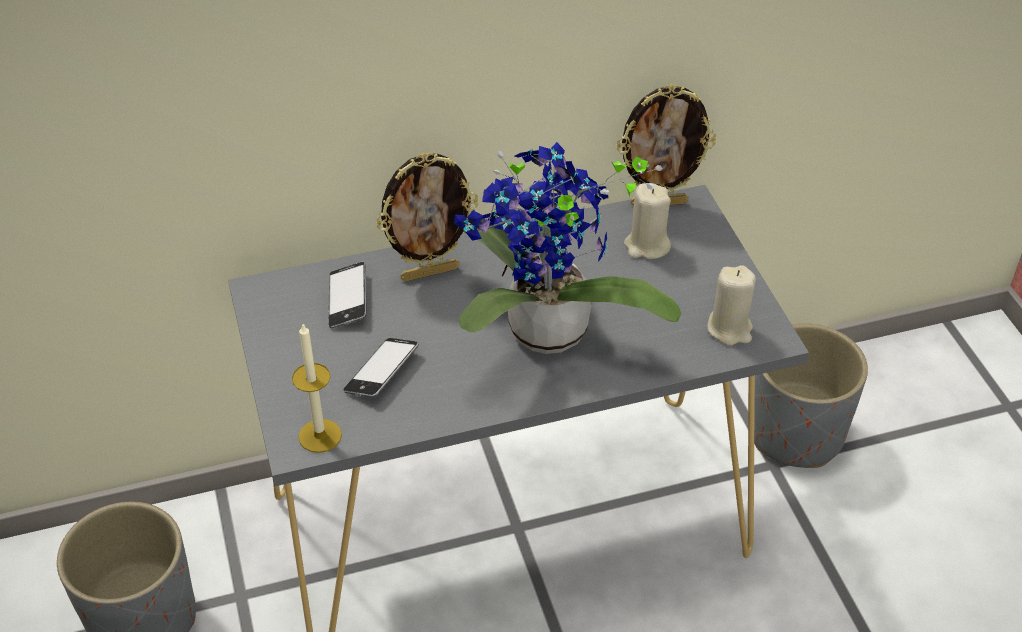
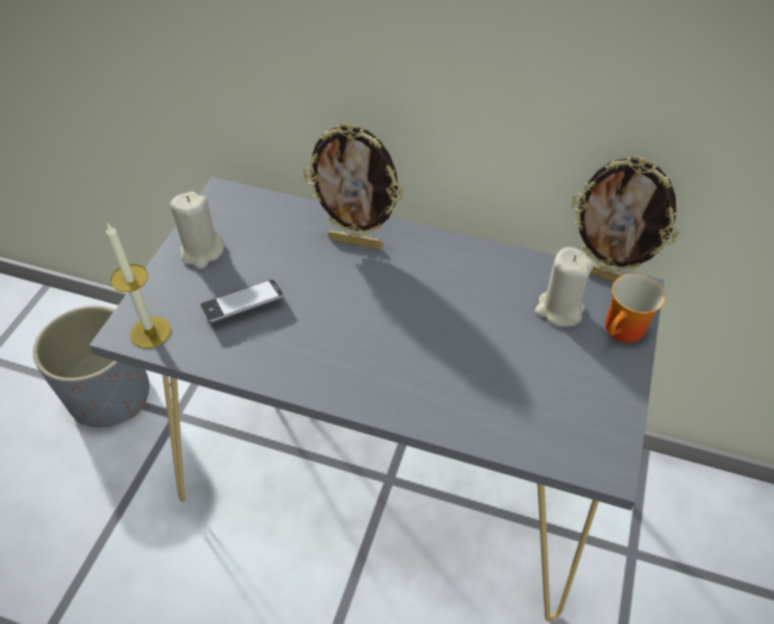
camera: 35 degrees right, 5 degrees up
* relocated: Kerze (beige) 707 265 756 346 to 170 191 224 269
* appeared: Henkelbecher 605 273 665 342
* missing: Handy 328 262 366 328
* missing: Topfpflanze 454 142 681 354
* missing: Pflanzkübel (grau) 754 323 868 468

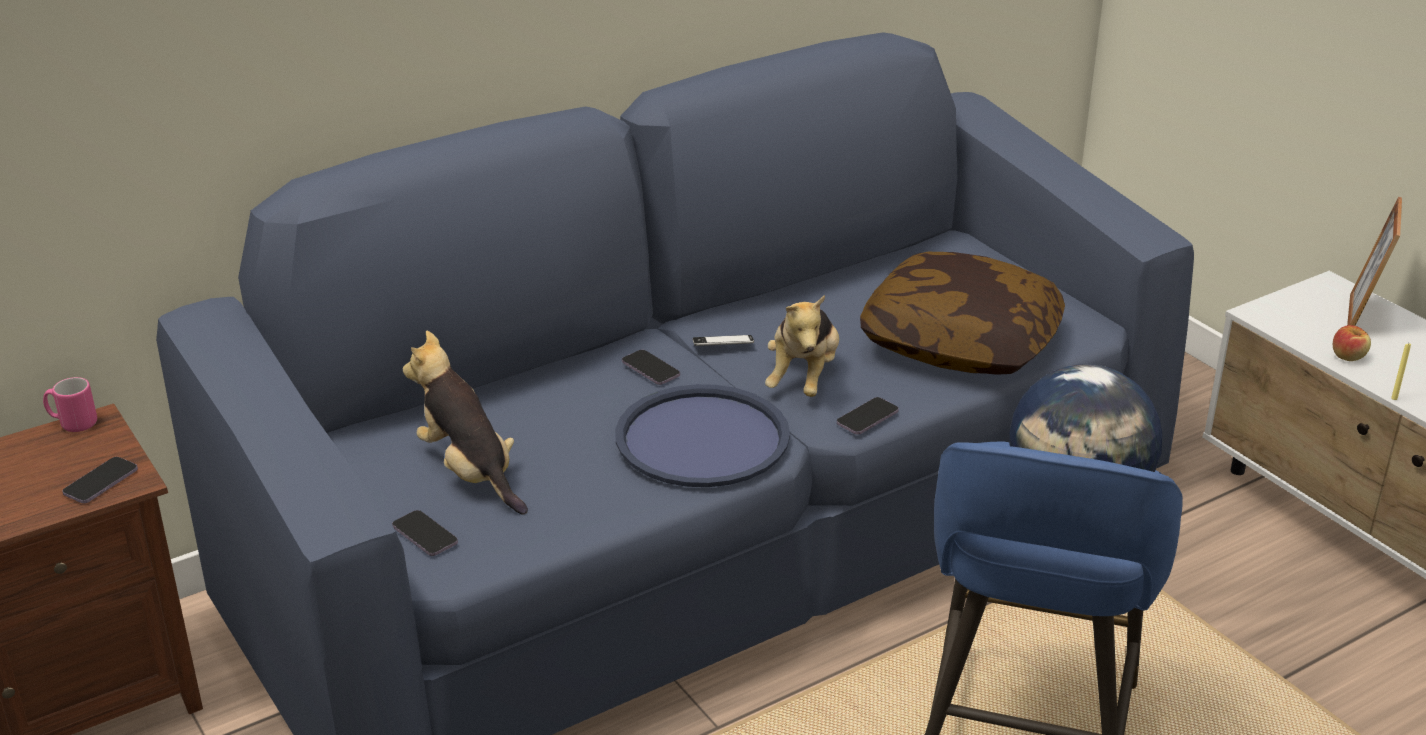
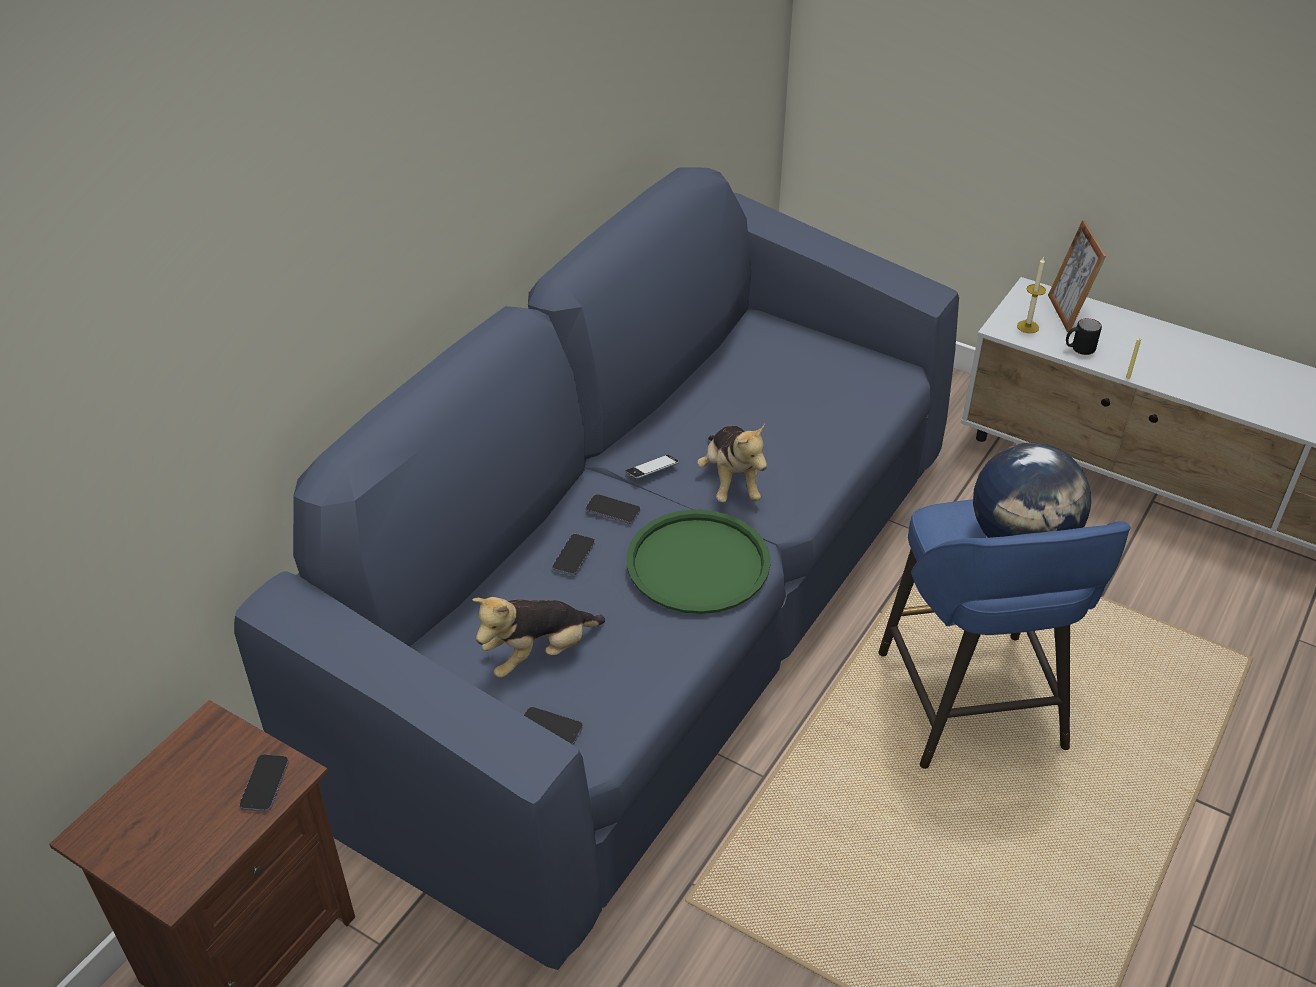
camera: 25 degrees left, 10 degrees up
* spun: Plüschtier 403 331 528 514 = 472 597 605 678 60 degrees counterclockwise
* relocated: Handy 837 397 899 435 to 552 534 595 575
* colour: Tablett (blau) 615 384 790 487 to Tablett (grün) 626 509 771 614
* appeared: Kerze 1017 256 1046 333
* exchanged: Apfel 1333 325 1371 361 to Henkelbecher (schwarz) 1066 318 1102 355
* missing: Henkelbecher (rosa) 43 377 97 432
* missing: Kissen 860 252 1065 375

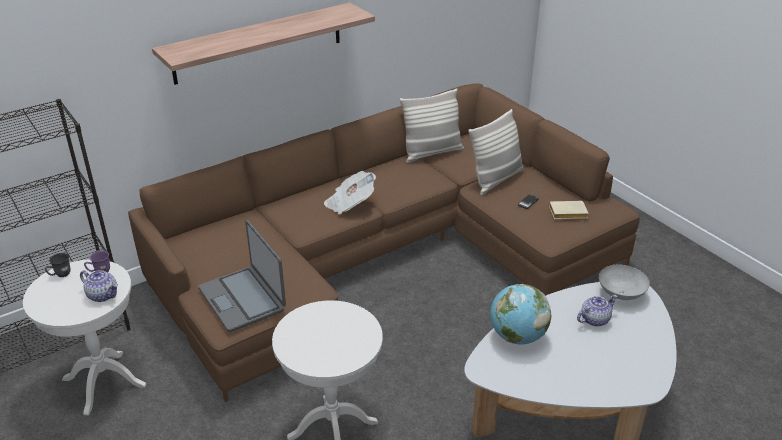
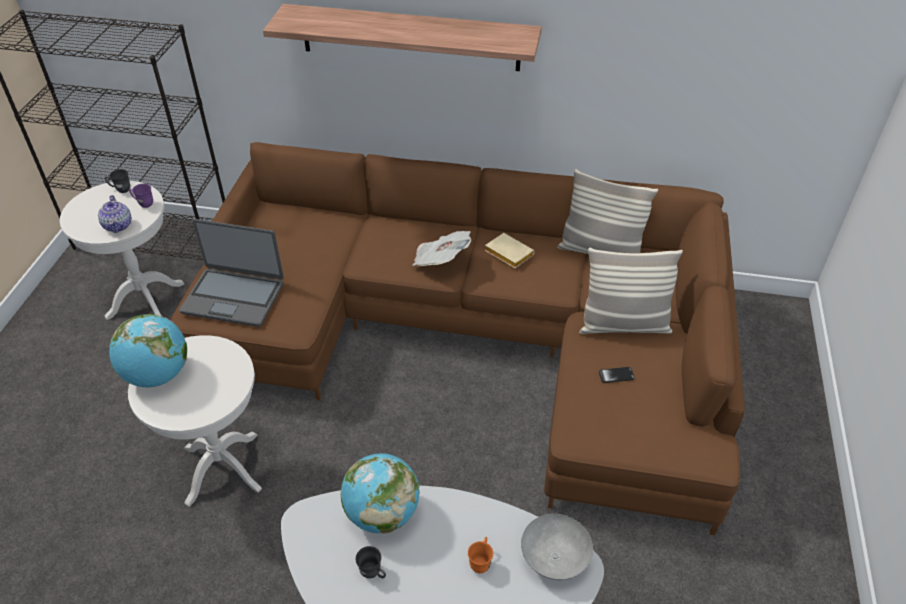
camera: 45 degrees right, 10 degrees up
* appeared: Globus 109 314 187 387
* spun: Laptop 198 220 286 332 = 179 219 284 327 90 degrees counterclockwise
* appeared: Henkelbecher (grau) 356 546 386 578
* exchanged: Teekanne 577 295 617 326 to Henkelbecher (orange) 468 537 493 573
* relocated: Buch (beige) 549 201 589 219 to 485 233 535 268

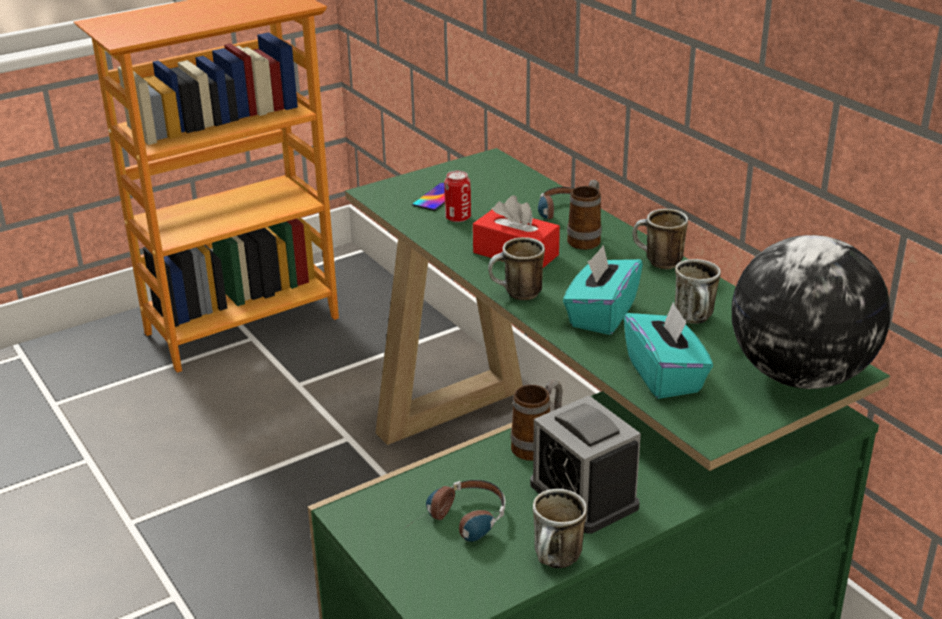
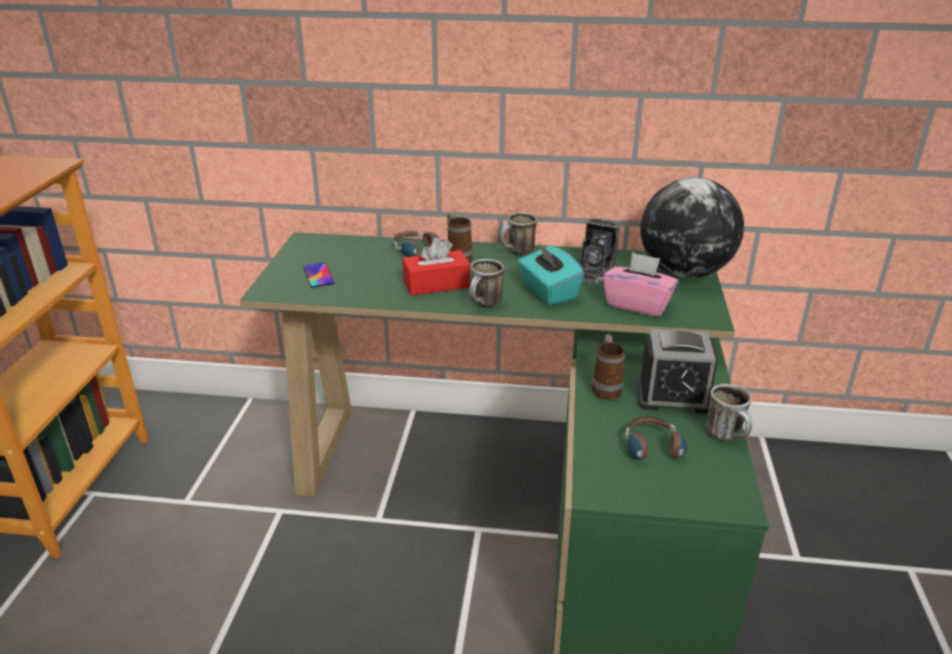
camera: 50 degrees left, 0 degrees up
* exchanged: Henkelbecher 675 259 721 324 to Kamera 580 218 621 285
* colour: Taschentuchbox (türkis) 624 301 713 399 to Taschentuchbox (rosa) 603 252 678 317
* missing: Dose 444 170 471 222

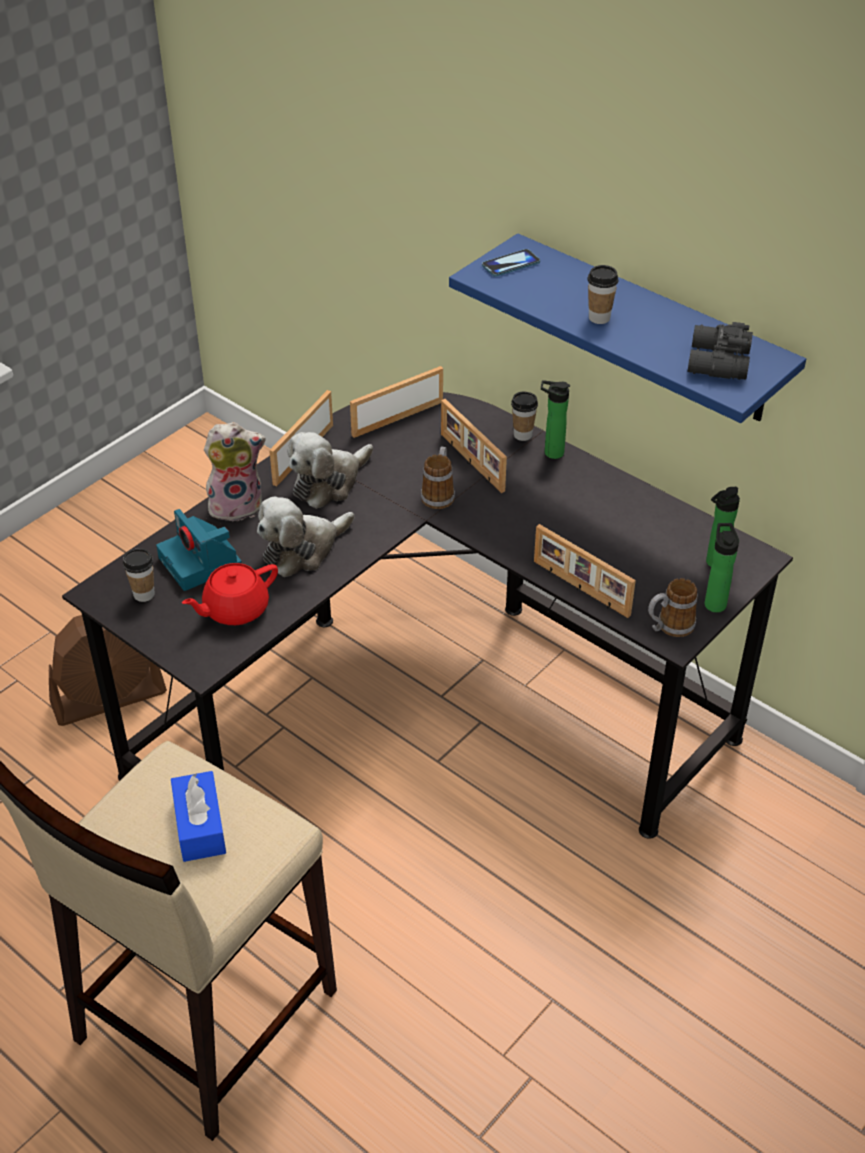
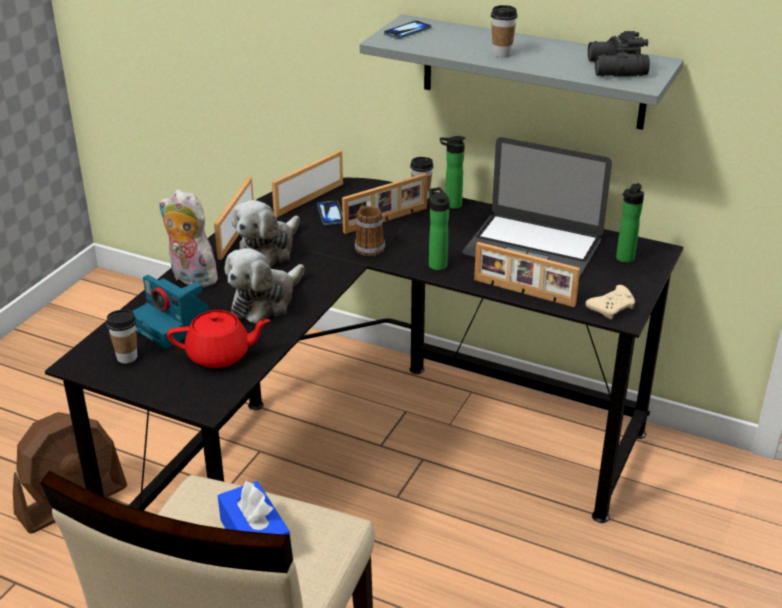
camera: 15 degrees left, 10 degrees down
* spun: Plüschtier 204 422 266 522 = 159 189 220 287 120 degrees counterclockwise
* spun: Teekanne (rot) 182 563 278 625 = 167 310 270 368 135 degrees counterclockwise
* appeared: Handy 317 201 343 225
* spun: Bilderrahmen 441 399 507 493 = 342 173 428 234 75 degrees counterclockwise
* colour: Wandregal (blau) 449 233 806 423 to Wandregal (grau) 360 14 683 130
* relocated: Flasche 705 523 739 613 to 429 187 450 270
* appeared: Laptop 462 137 612 277
* exchanged: Henkelbecher 648 578 697 637 to Gamepad (beige) 585 285 635 319

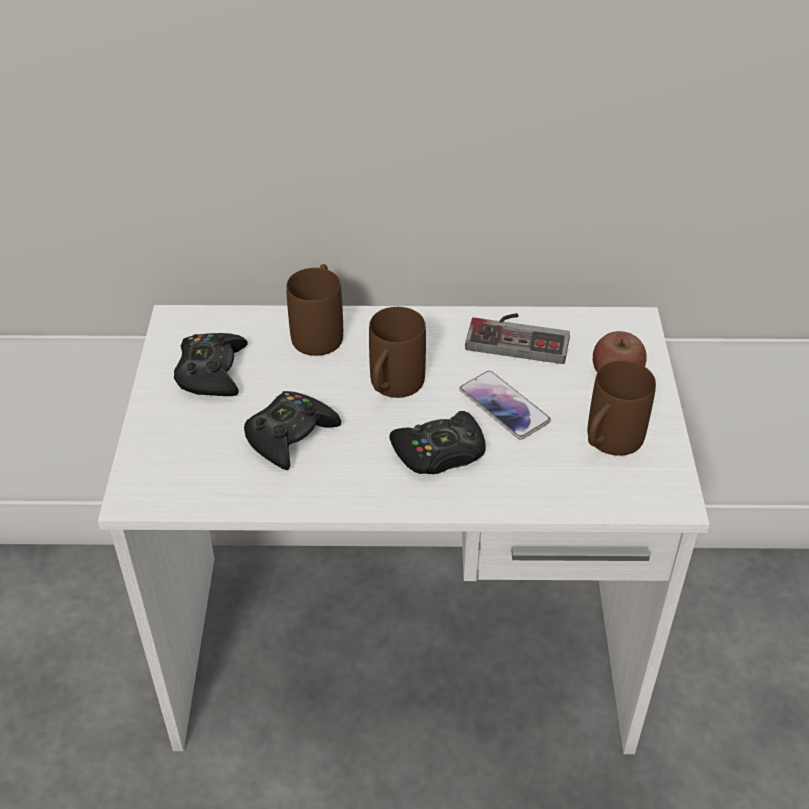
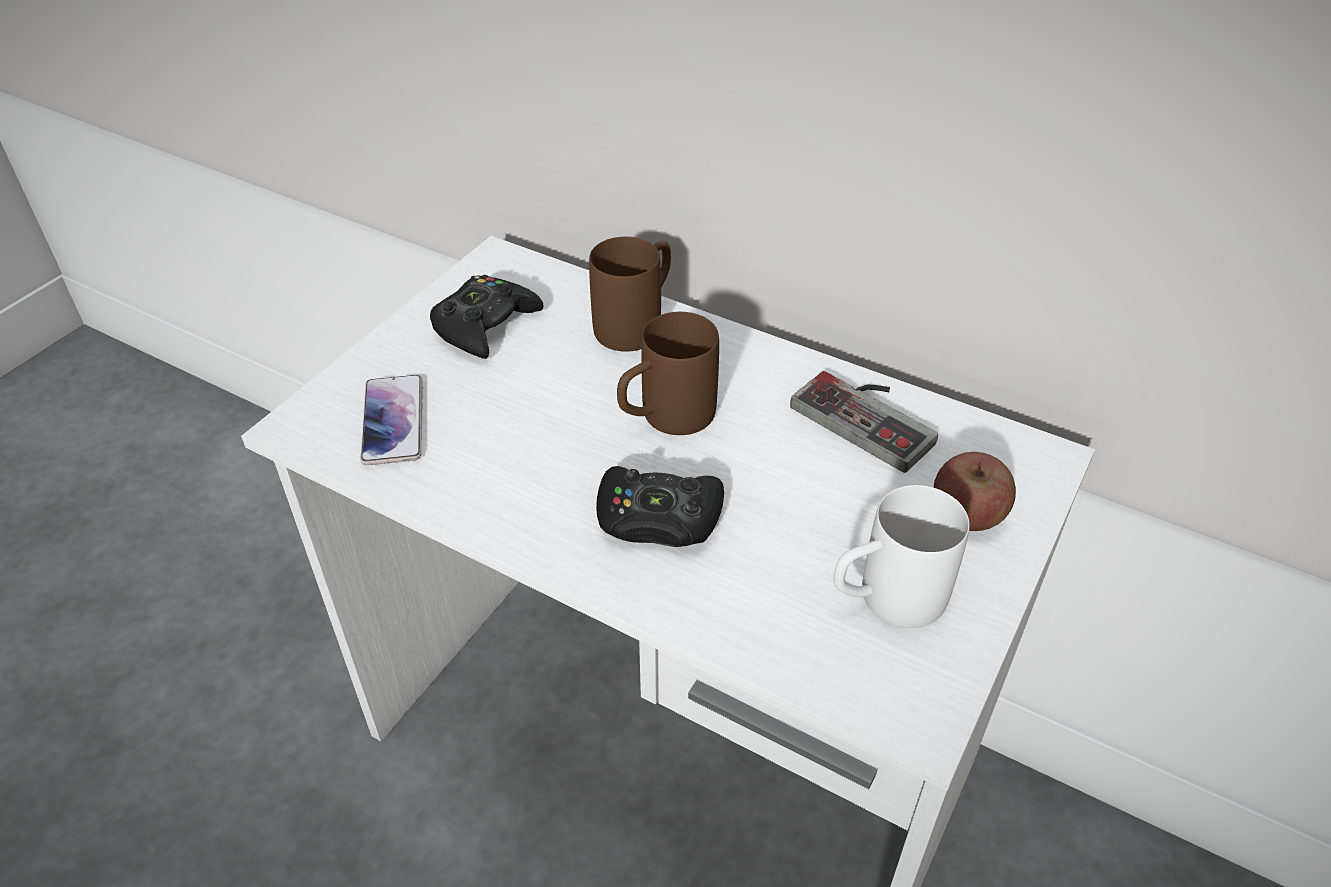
camera: 30 degrees right, 0 degrees up
* relocated: Handy 459 371 551 440 to 360 375 423 465
* colour: Henkelbecher (braun) 588 360 656 456 to Henkelbecher (weiß) 834 485 970 628
* missing: Gamepad (schwarz) 244 391 341 470

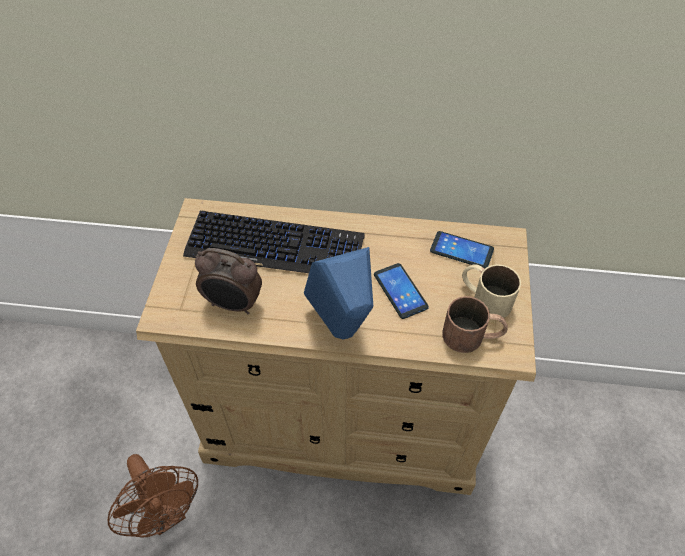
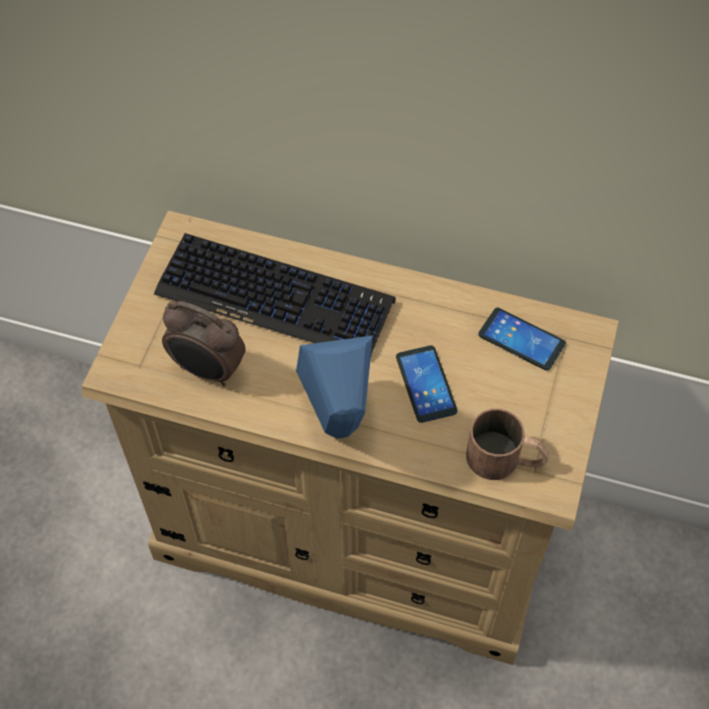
camera: 10 degrees right, 5 degrees up
* missing: Ventilator (braun) 108 454 198 537
* missing: Henkelbecher (beige) 462 264 521 318

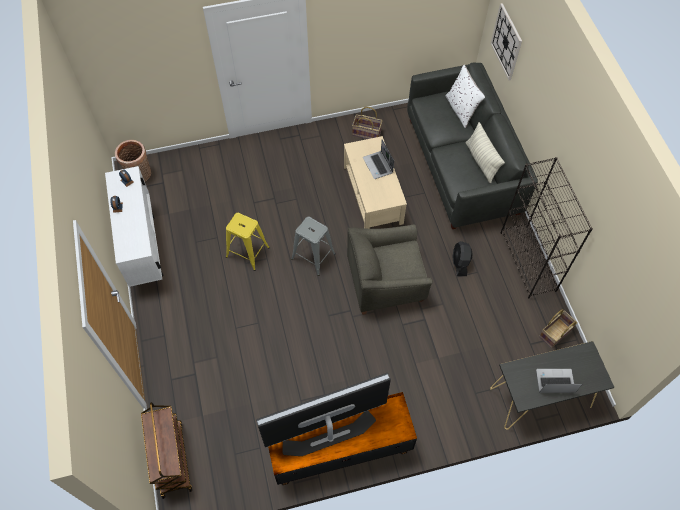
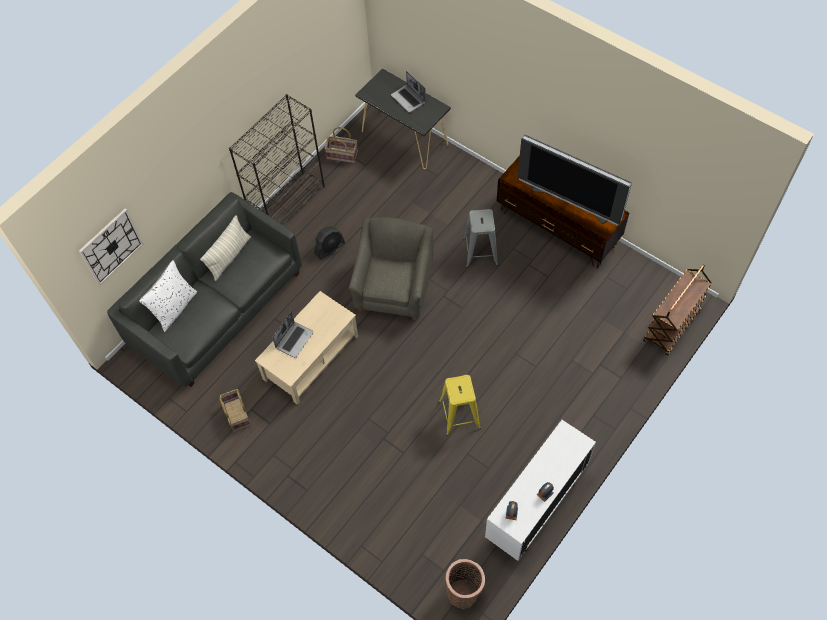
camera: 125 degrees left, 0 degrees up
* spun: Sessel (grau) 347 224 432 315 = 349 217 433 320 120 degrees counterclockwise
* relocated: Hocker (grau) 291 217 336 276 to 463 209 498 268

